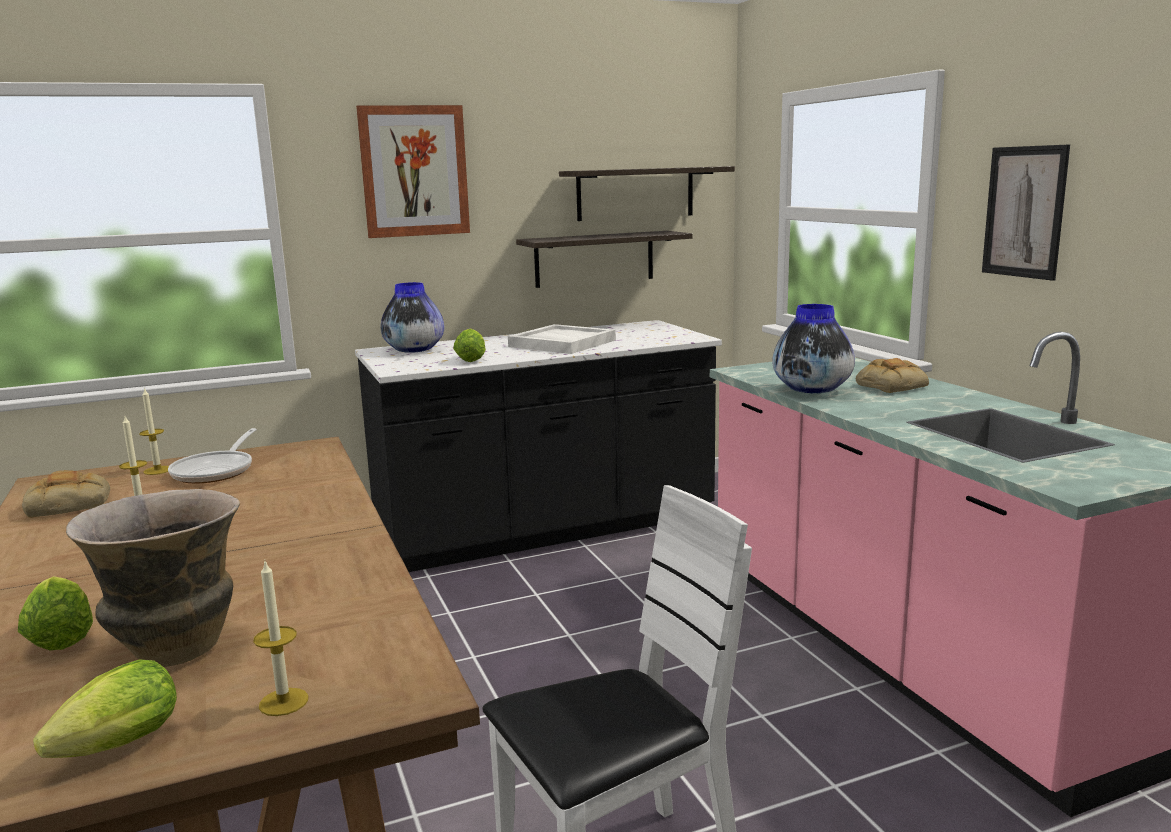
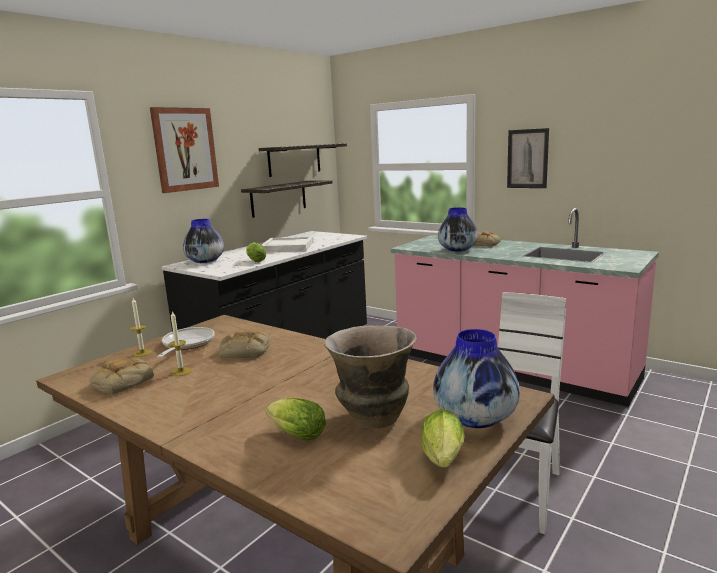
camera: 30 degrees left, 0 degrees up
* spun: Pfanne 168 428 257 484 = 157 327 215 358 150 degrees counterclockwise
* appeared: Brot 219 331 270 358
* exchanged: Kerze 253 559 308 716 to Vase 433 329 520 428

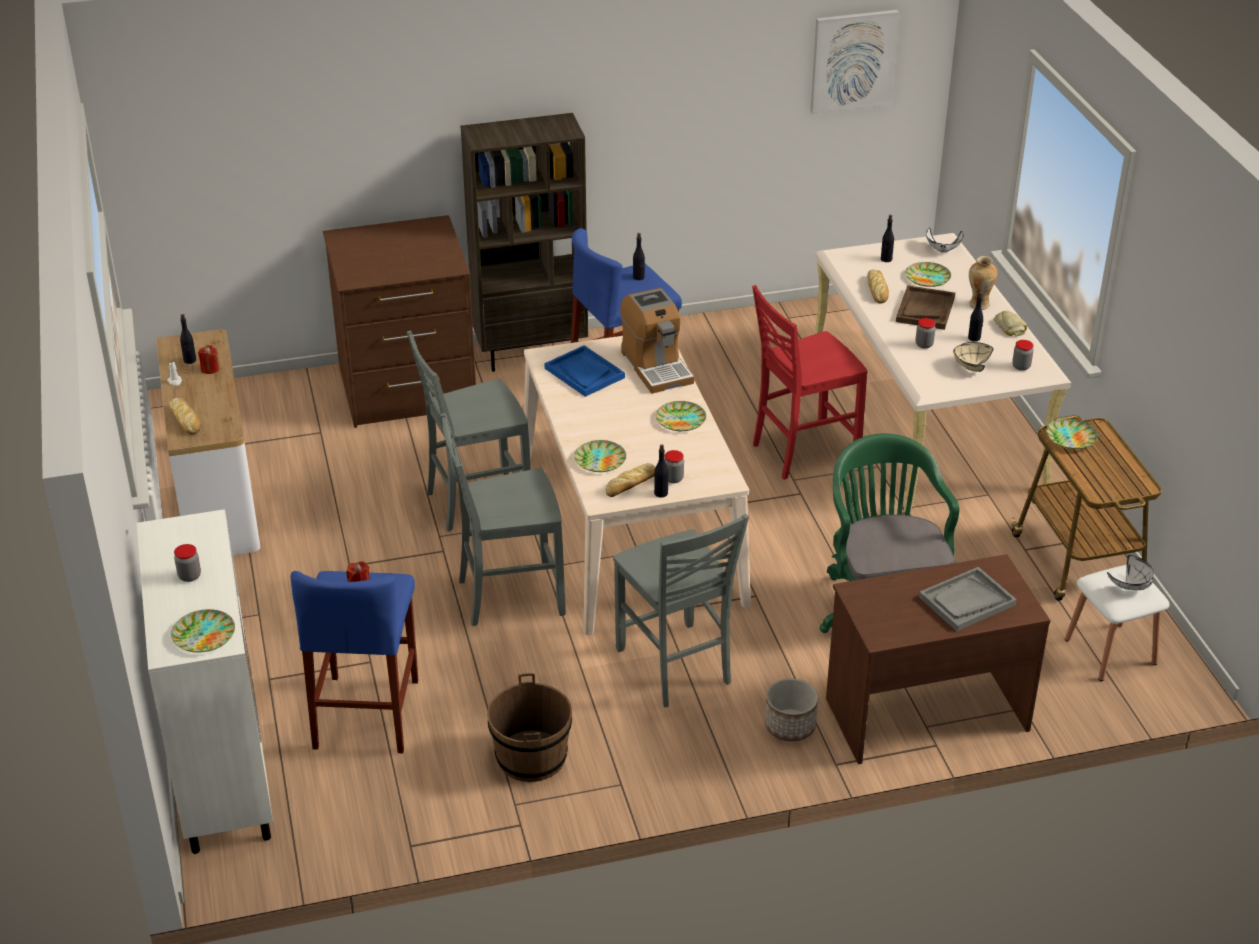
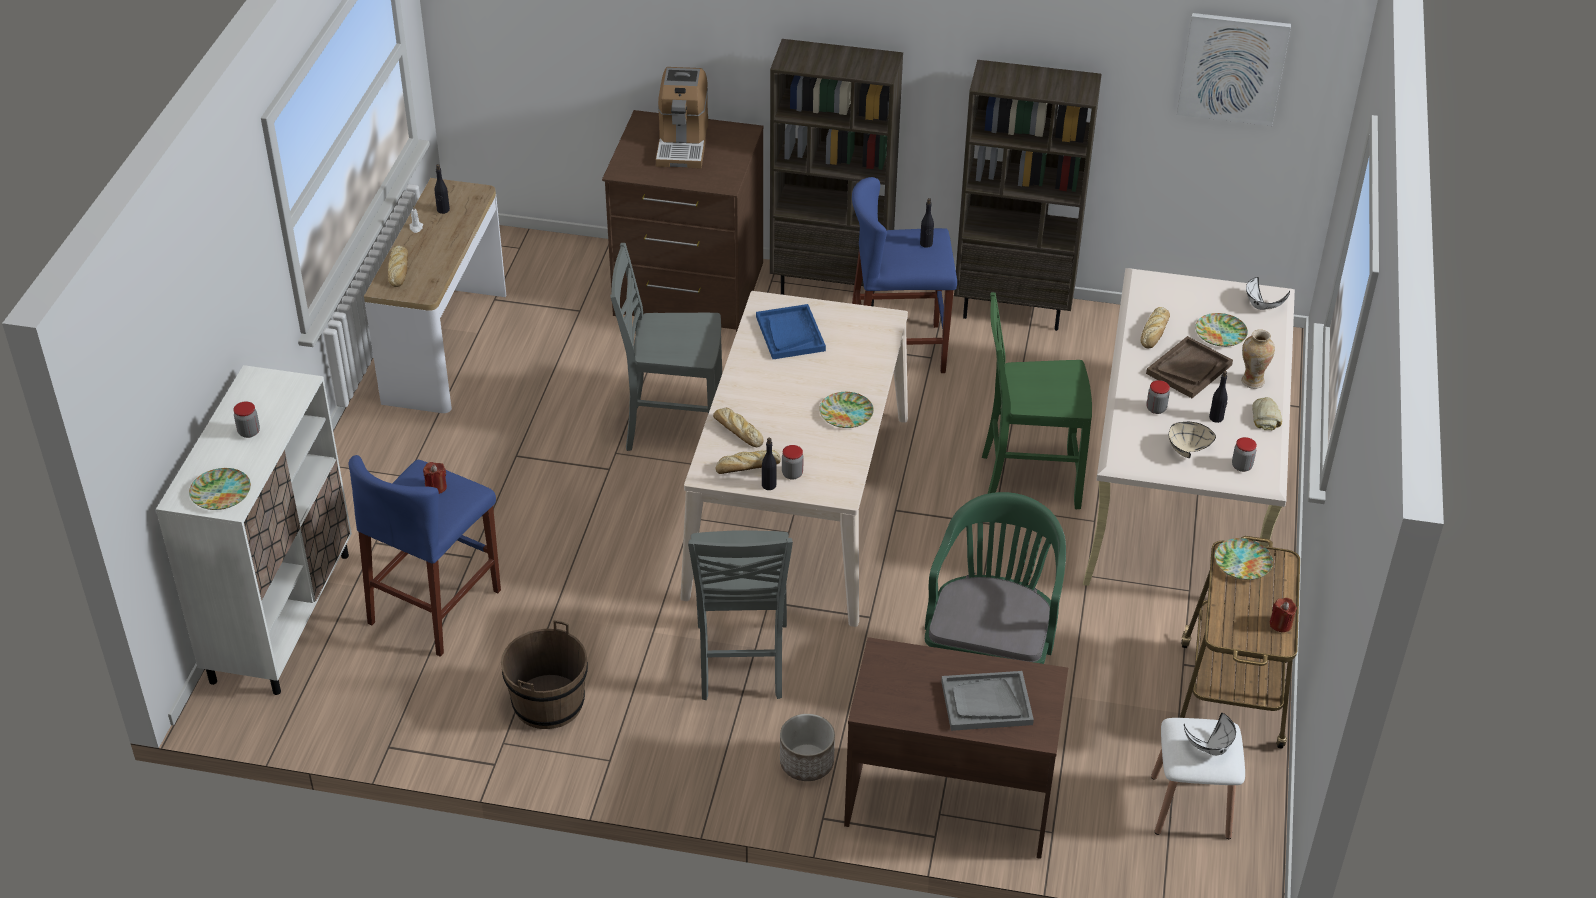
camera: 25 degrees right, 5 degrees up
* relocated: Kaffeemaschine 620 288 694 394 to 656 67 708 168
* exchanged: Teller 574 440 626 472 to Brot 713 408 764 447
* appeared: Bücherregal (braun) 954 60 1102 331
* colour: Stuhl (rot) 752 285 868 480 to Stuhl (grün) 982 292 1092 509
* relocated: Kerze (rot) 198 345 219 374 to 1270 598 1297 632
* missing: Stuhl (grau) 441 413 566 626
* missing: Flasche (schwarz) 881 215 894 262

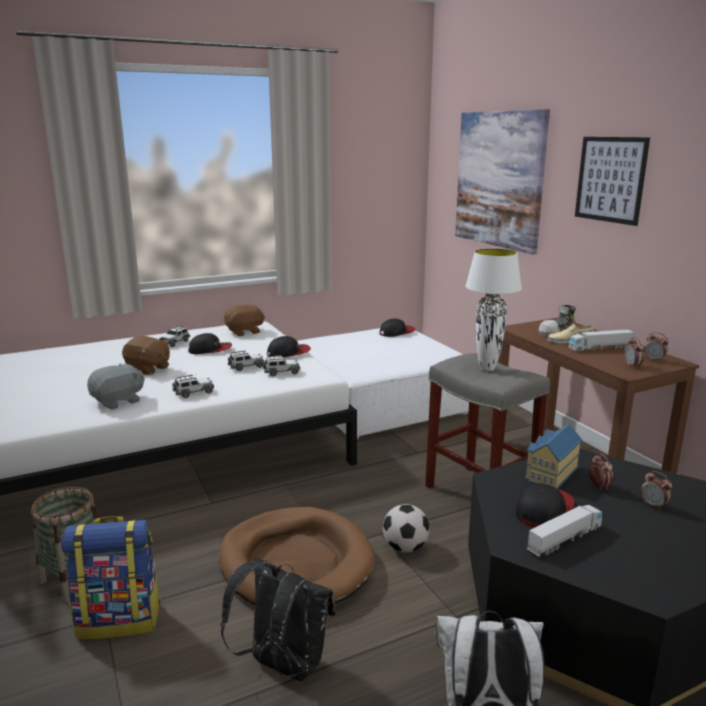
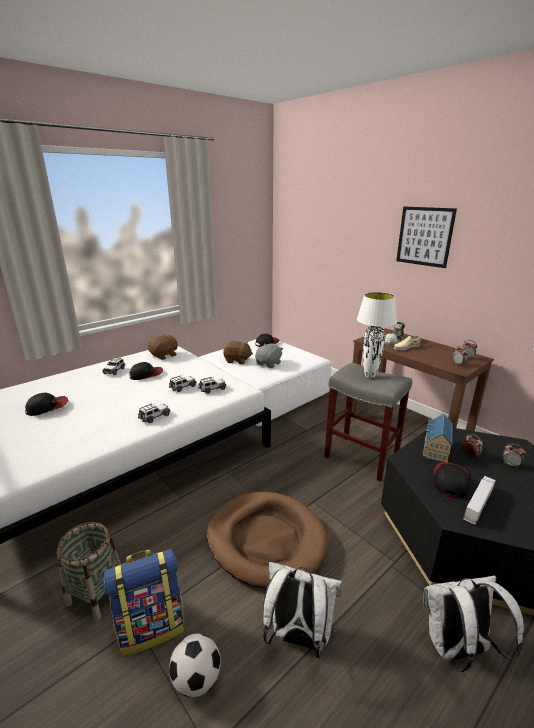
camera: 15 degrees left, 5 degrees up
* relocated: Kappe 267 336 311 358 to 25 393 68 416
* relocated: Fußball 383 504 430 552 to 169 633 221 698
* relocated: Plüschtier (braun) 122 336 170 375 to 223 341 253 364
* relocated: Plüschtier (grau) 87 363 145 409 to 255 343 283 368
* colour: Rucksack (schwarz) 221 558 336 681 to Rucksack (weiß) 263 562 342 658
* missing: Bild 455 109 550 255
* missing: Spielzeuglaster 569 329 635 352

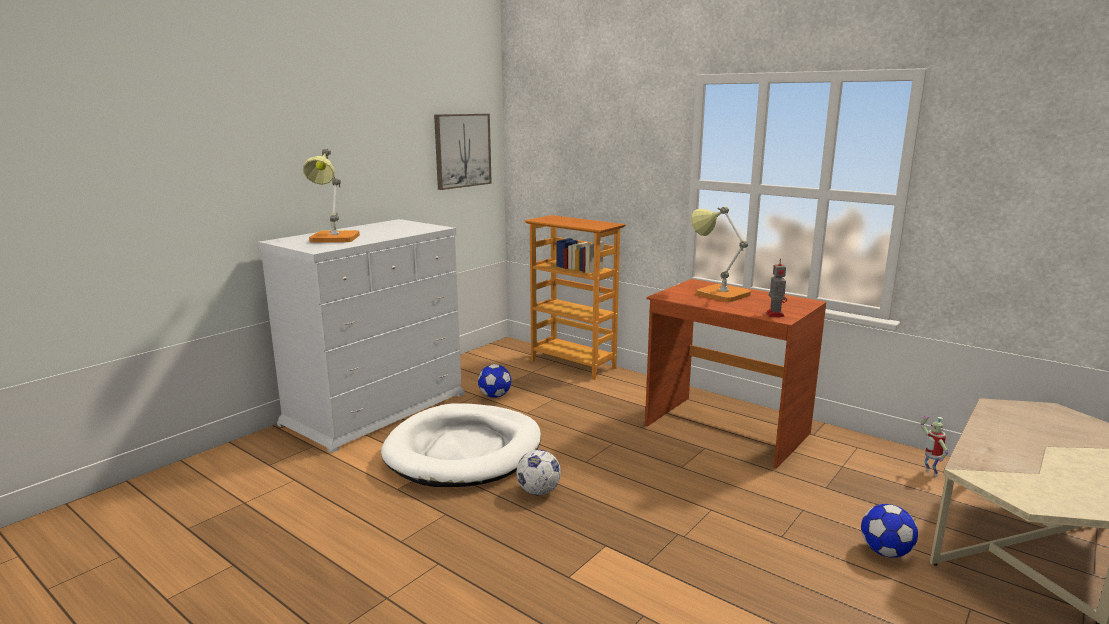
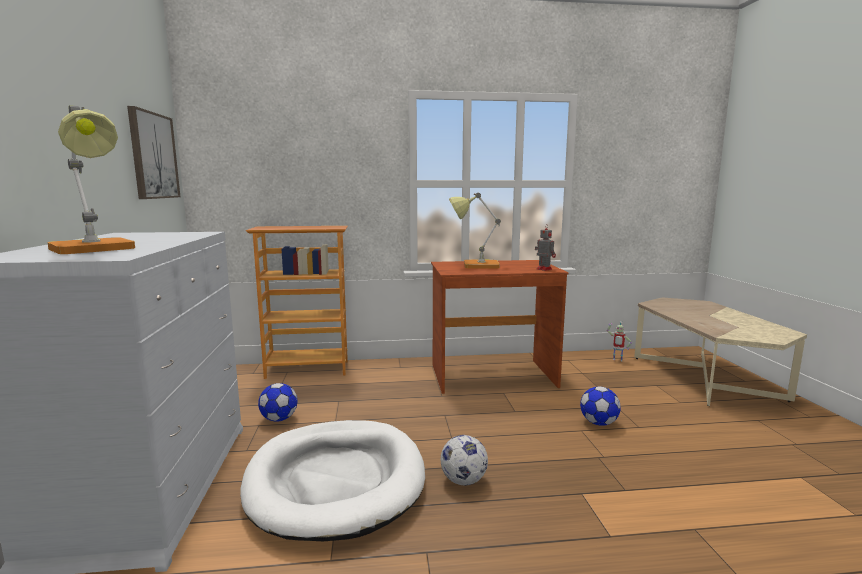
camera: 45 degrees left, 5 degrees down
* relocated: Fußball 861 504 918 558 to 580 386 621 426

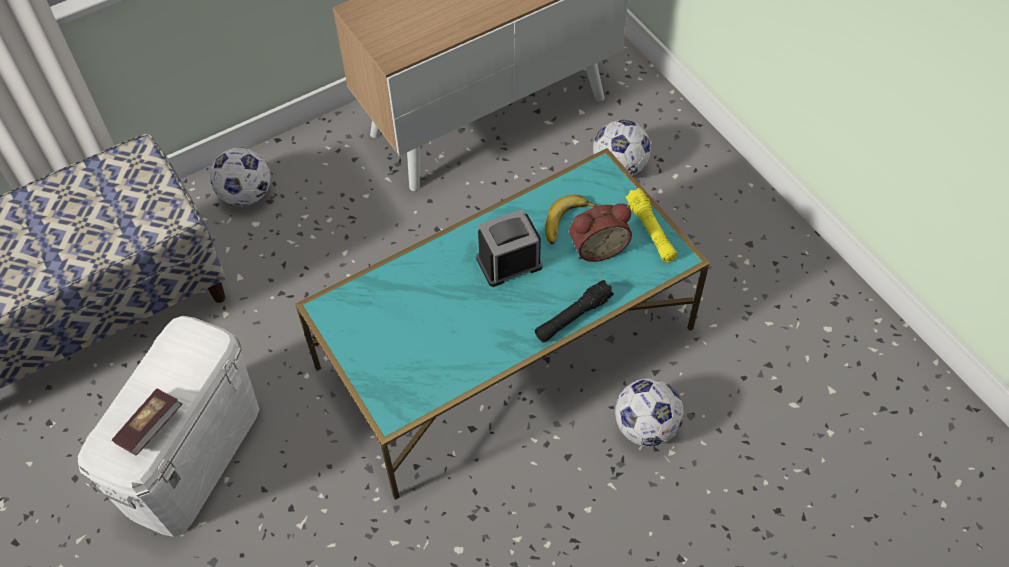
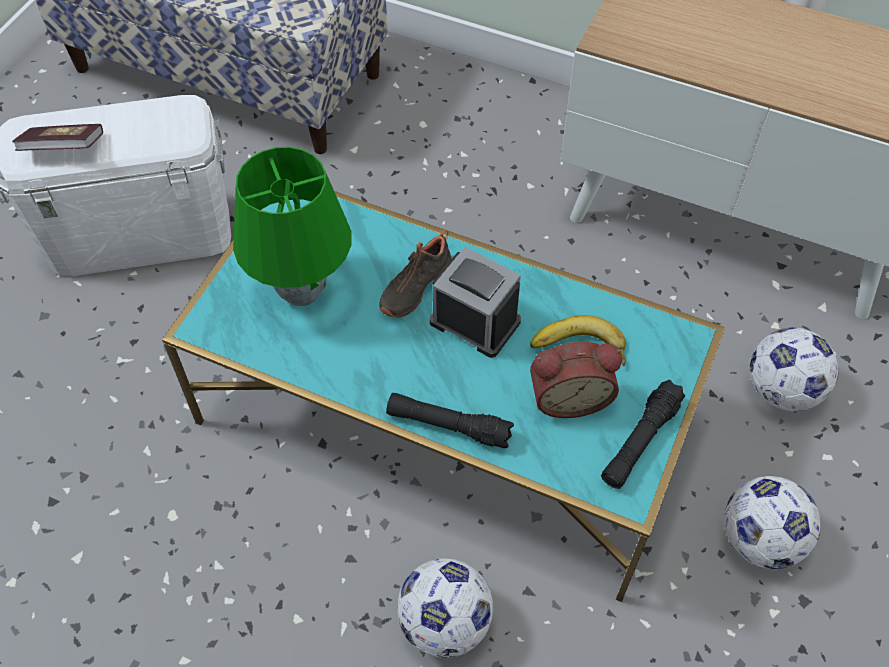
camera: 55 degrees right, 0 degrees up
* appeared: Tischlampe (grün) 233 147 351 306
* appeared: Schuh (schwarz) 379 230 452 318
* spun: Wecker 569 203 632 262 = 530 342 622 418 45 degrees counterclockwise
* colour: Taschenlampe (gelb) 626 188 677 263 to Taschenlampe (schwarz) 601 380 686 489
* relocated: Fußball 210 147 270 206 to 724 476 820 569

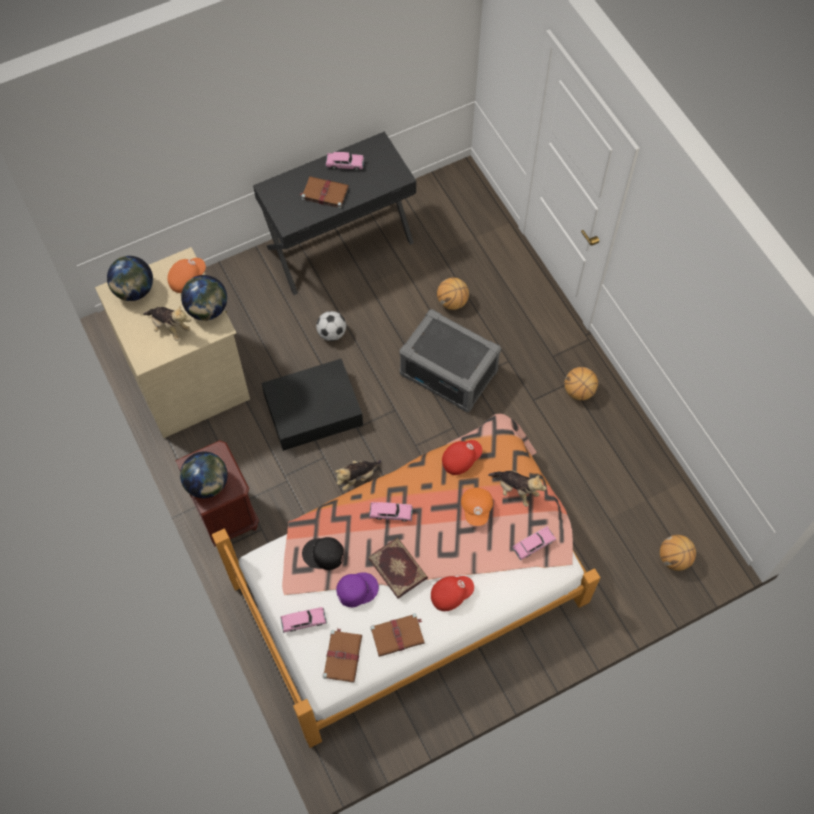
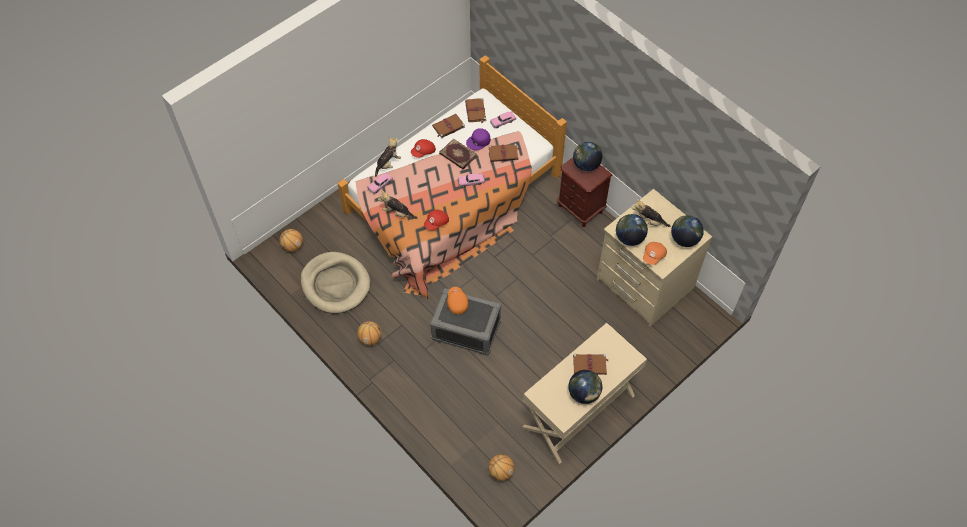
camera: 165 degrees right, 5 degrees down
* appeared: Hundebett (beige) 300 252 371 313
* relocated: Plüschtier 335 460 381 491 to 375 137 401 177
* relocated: Kappe (orange) 461 487 493 526 to 447 287 468 314
* relocated: Basketball 437 278 469 310 to 488 454 515 481
* exchanged: Kappe (schwarz) 302 537 344 570 to Buch (braun) 489 144 519 162
* colour: Schreibtisch (schwarz) 253 131 416 295 to Schreibtisch (beige) 522 323 647 464
* exchanged: Spielzeugauto (rosa) 325 152 364 171 to Globus 568 370 602 404
* missing: Aufbewahrungsbox (schwarz) 261 359 363 451
* missing: Fußball 316 311 346 341

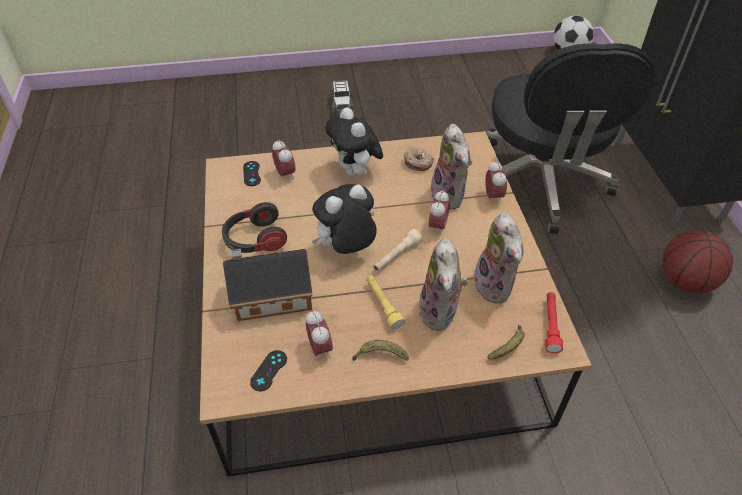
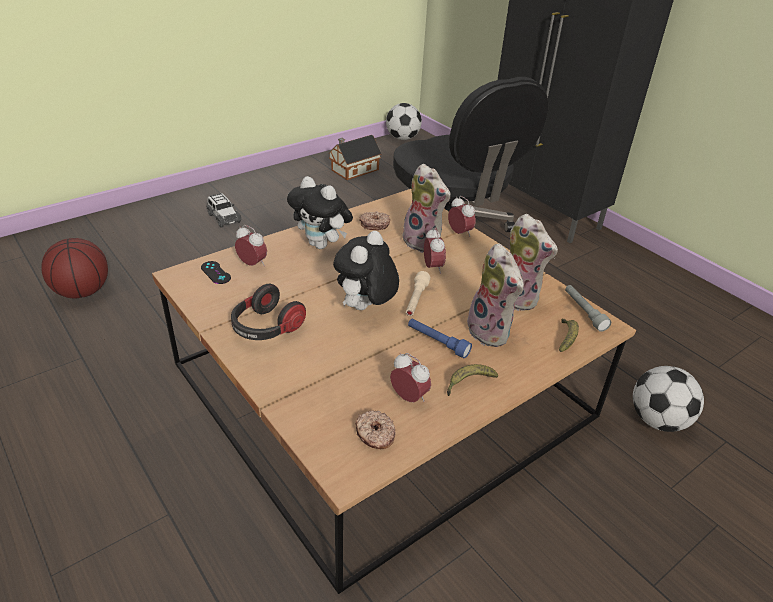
camera: 30 degrees left, 10 degrees down
* relocated: Basketball 662 230 733 293 to 42 238 108 298
* relocated: Spielzeughaus 223 249 313 321 to 328 135 382 180
* exchanged: Gamepad (schwarz) 250 350 287 391 to Donut 355 411 396 449
* colour: Taschenlampe (gelb) 366 275 406 330 to Taschenlampe (blau) 408 319 472 358
* colour: Taschenlampe (rot) 545 292 563 354 to Taschenlampe (grau) 565 285 611 332
* appeared: Fußball 633 366 704 432

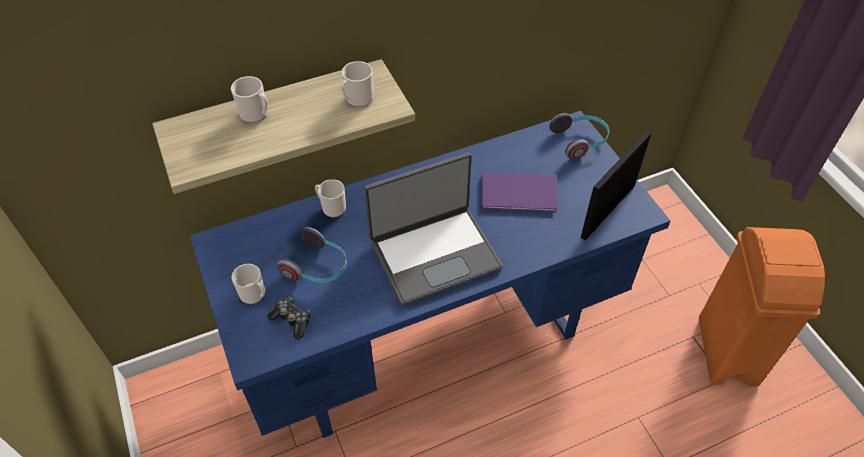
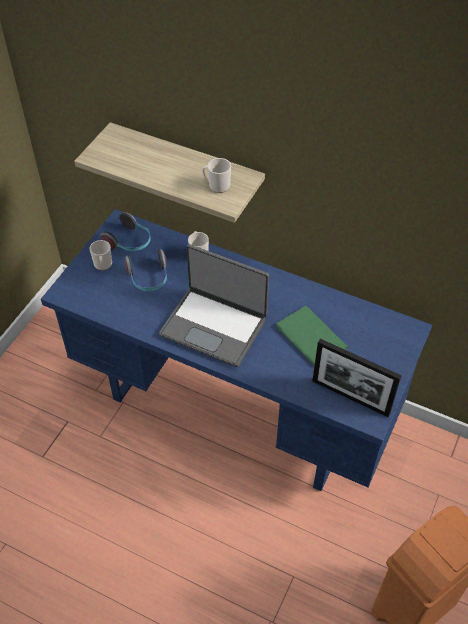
camera: 50 degrees right, 0 degrees up
* relocated: Kopfhörer 549 113 609 159 to 100 212 151 251
* colour: Buch (lila) 481 172 558 213 to Buch (grün) 277 306 348 366
* spun: Bilderrahmen 581 131 651 240 = 312 339 402 417 150 degrees counterclockwise
* missing: Henkelbecher 231 76 268 123
* missing: Gamepad 268 297 310 340

